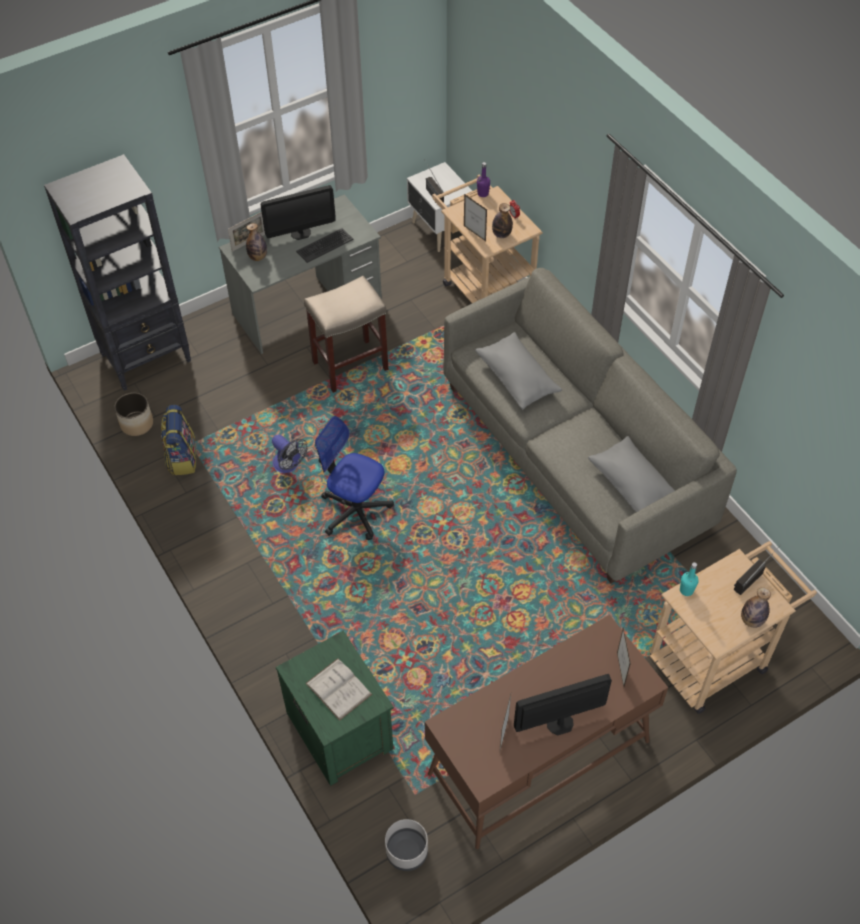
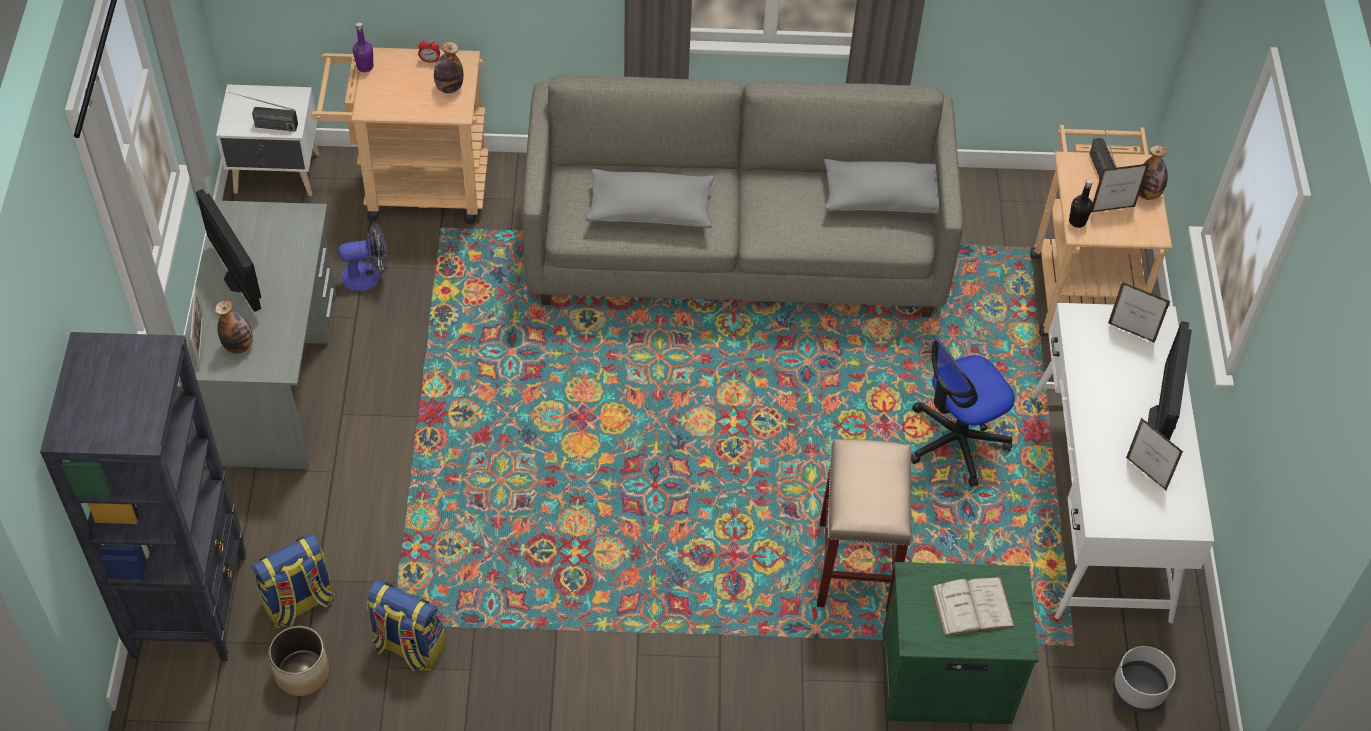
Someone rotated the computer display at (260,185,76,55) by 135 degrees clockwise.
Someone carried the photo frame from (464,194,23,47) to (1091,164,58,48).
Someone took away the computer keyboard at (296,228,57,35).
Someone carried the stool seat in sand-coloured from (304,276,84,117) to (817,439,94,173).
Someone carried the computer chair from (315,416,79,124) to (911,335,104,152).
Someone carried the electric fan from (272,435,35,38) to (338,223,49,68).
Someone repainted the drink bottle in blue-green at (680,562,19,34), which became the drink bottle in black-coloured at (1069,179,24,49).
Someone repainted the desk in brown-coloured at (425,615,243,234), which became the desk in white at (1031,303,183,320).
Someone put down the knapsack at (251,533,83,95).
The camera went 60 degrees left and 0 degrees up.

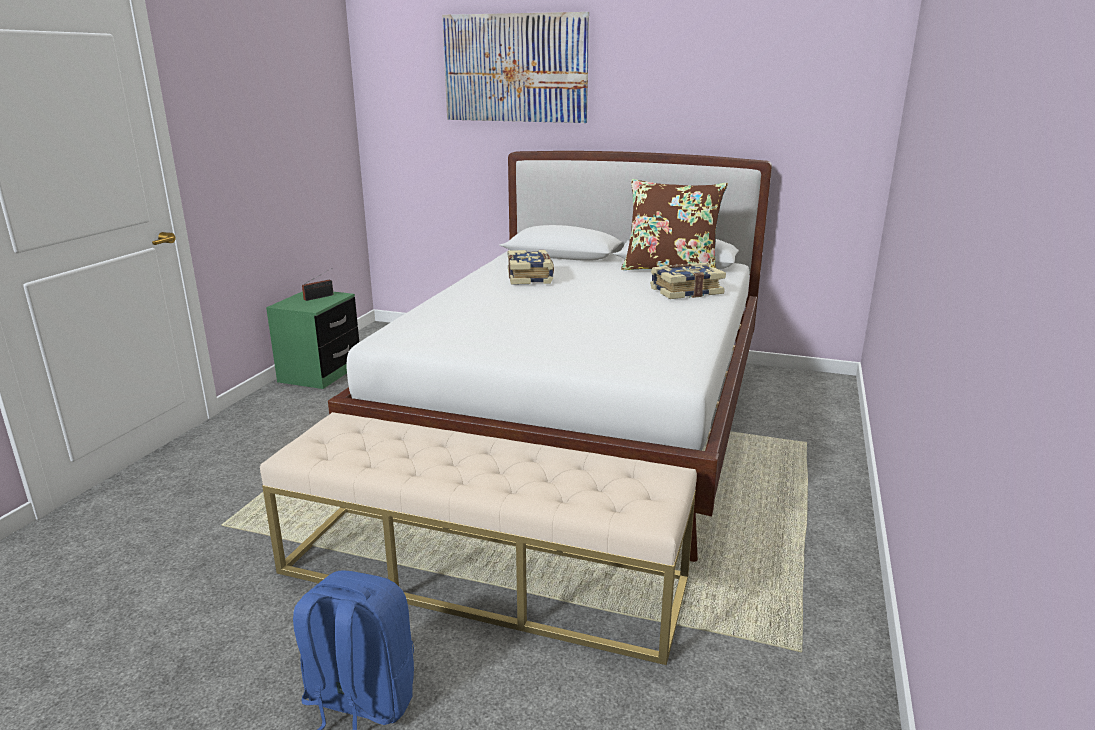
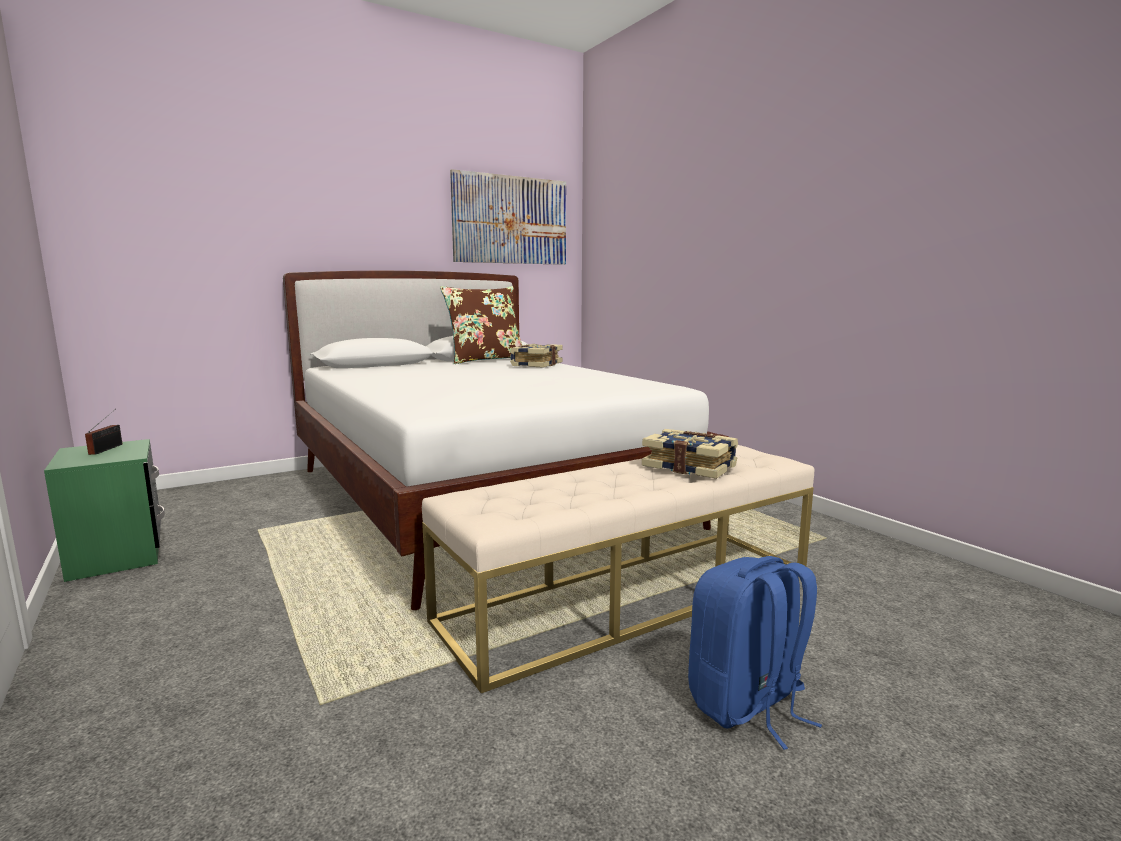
Someone carried the wall art from (442,12,147,111) to (450,169,116,96).
Someone carried the book from (508,250,46,35) to (642,429,96,50).
The camera went 50 degrees left and 10 degrees down.

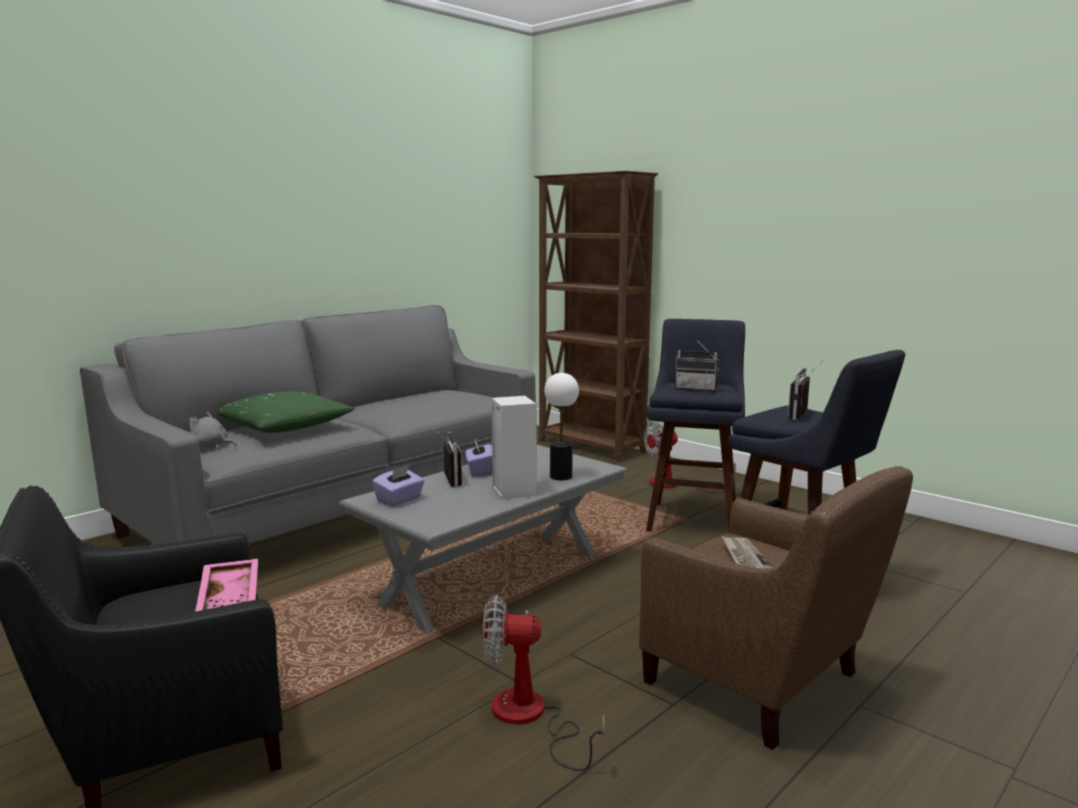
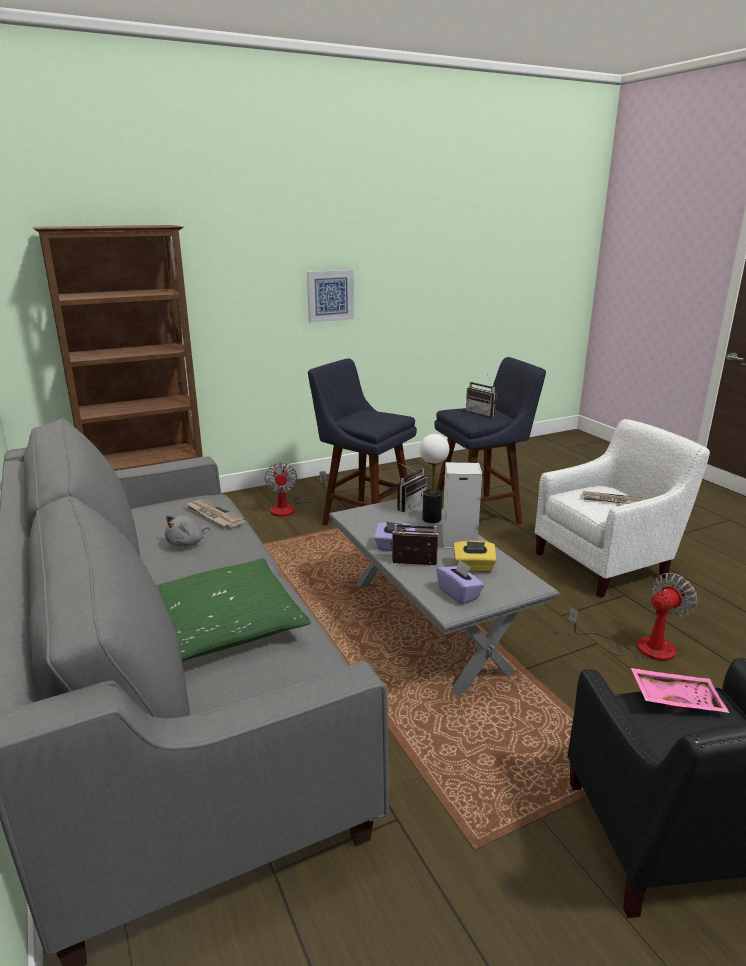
Someone carried the radio set from (675,339,44,52) to (397,462,30,50).
Someone carried the cuddly toy in grey from (190,412,46,36) to (165,514,45,33).
Someone repainted the armchair in brown-coloured at (639,466,274,284), which became the armchair in white at (535,419,175,179).
Someone rotated the electric fan at (483,595,121,176) by 150 degrees counterclockwise.
Someone put up the wall art at (307,270,47,53).
Someone put down the printed paper at (186,499,60,28).
Someone put down the box of tissues in yellow at (453,540,44,33).
The camera went 70 degrees left and 10 degrees up.

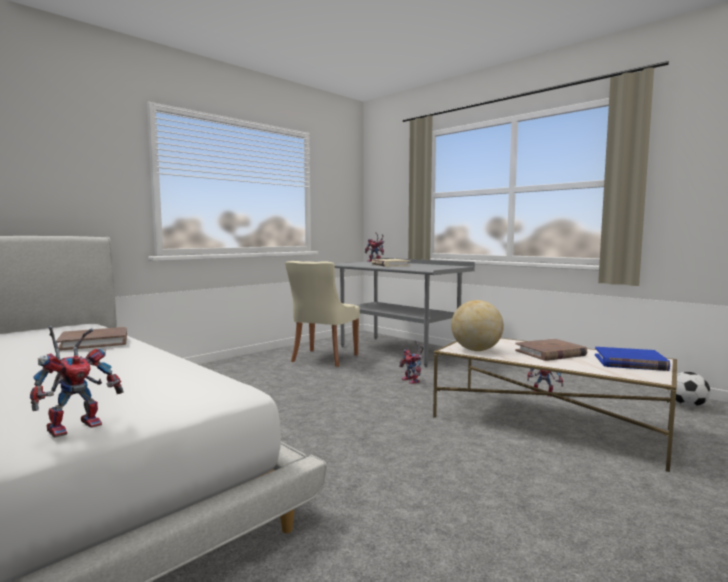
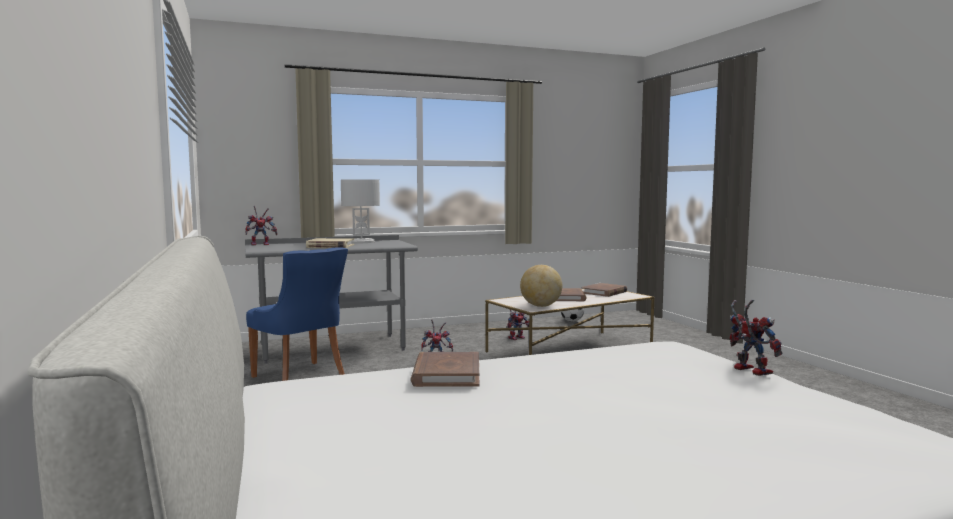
Someone repainted the chair in sand-coloured at (285,261,75,106), which became the chair in bluish at (246,247,102,134).
Someone repainted the book in bluish at (595,347,75,24), which became the book in brown-coloured at (581,283,46,14).
Someone put down the tabletop lamp in white at (341,179,39,65).
The camera went 65 degrees left and 0 degrees up.

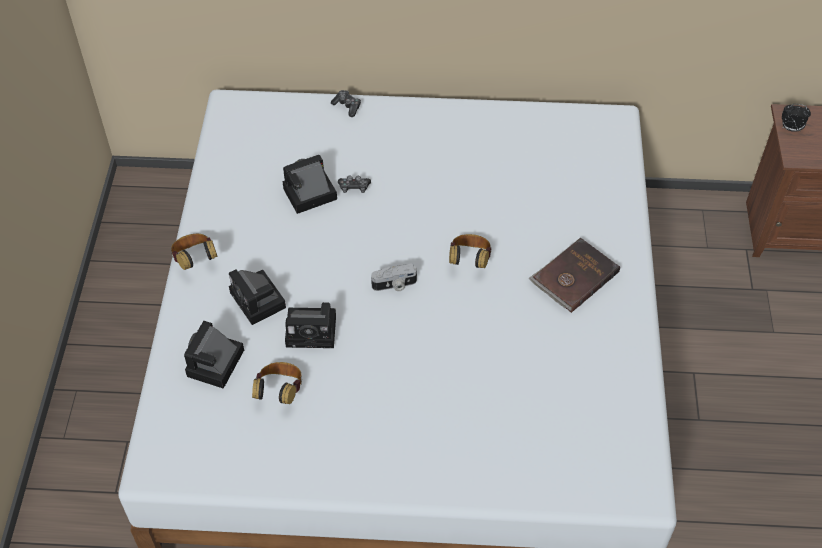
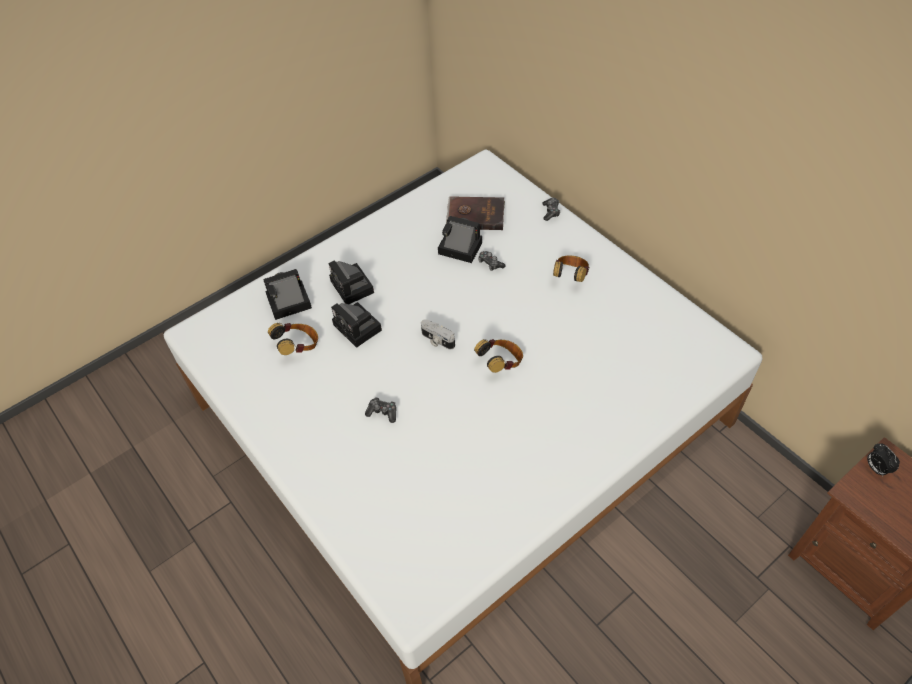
Someone carried the headset from (171,234,47,36) to (553,256,36,26).
Someone carried the book in brown-coloured from (528,238,92,75) to (446,196,59,34).
Someone rotated the photo camera at (229,269,57,56) by 45 degrees counterclockwise.
Someone put down the gamepad at (365,397,31,26).
The camera went 50 degrees right and 0 degrees up.

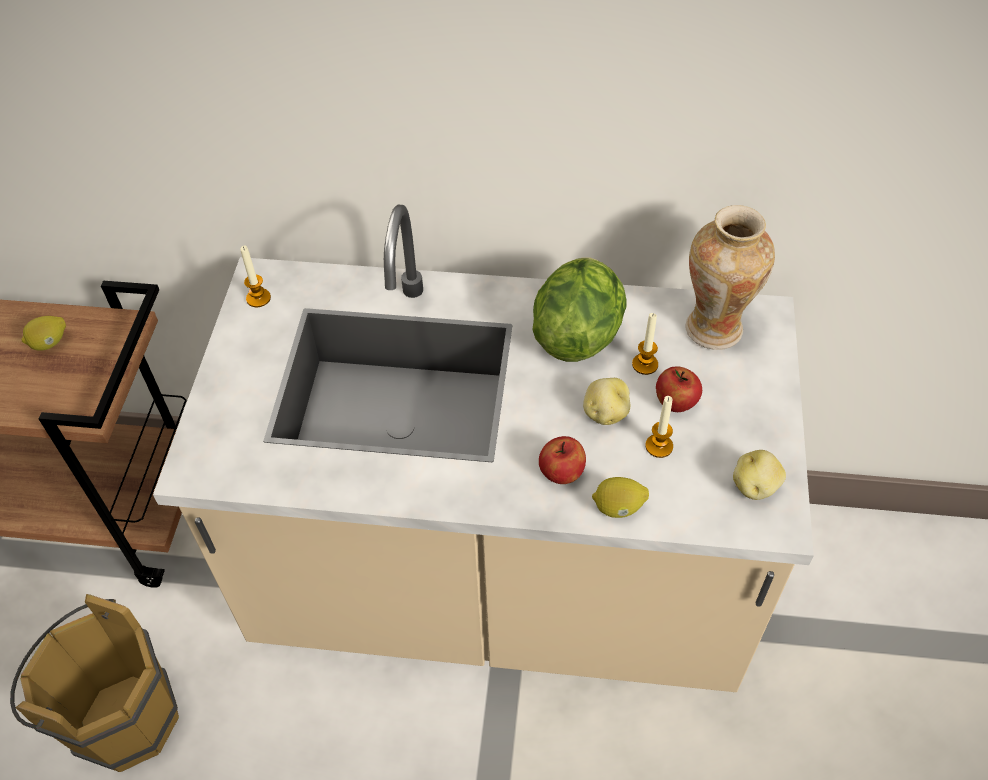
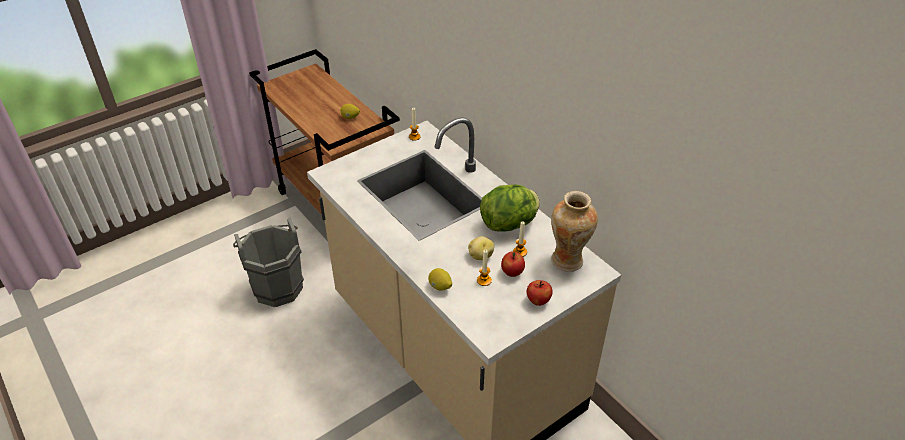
Someone carried the apple from (539,436,47,48) to (527,280,26,26).
Someone took away the potato at (733,450,53,50).
Someone repainted the water bucket in brown-coloured at (10,594,169,178), which became the water bucket in grey at (233,218,71,89).
The camera went 45 degrees right and 10 degrees down.

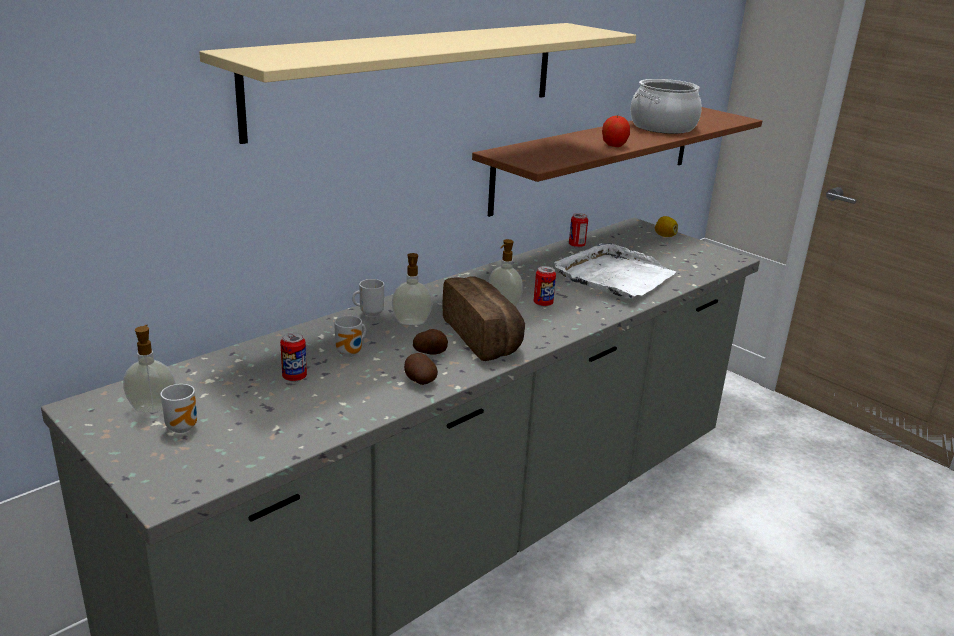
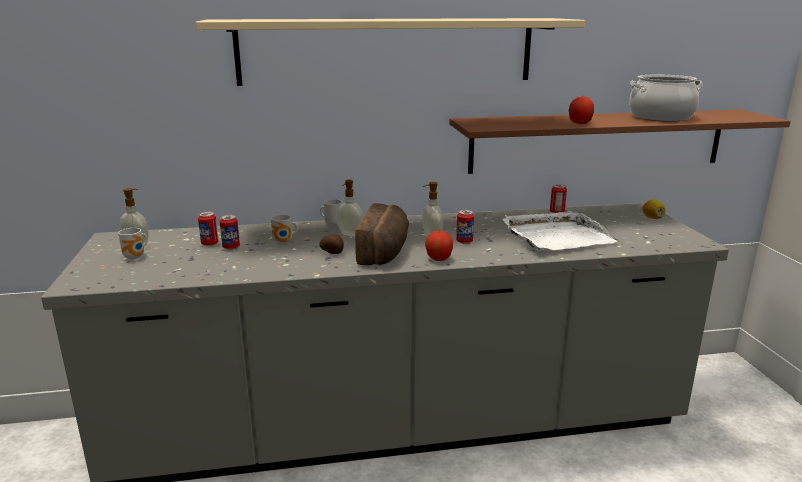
Someone took away the potato at (404,353,34,32).
Someone put down the can at (198,212,20,34).
Someone put down the apple at (425,231,28,30).
The camera went 35 degrees right and 5 degrees down.

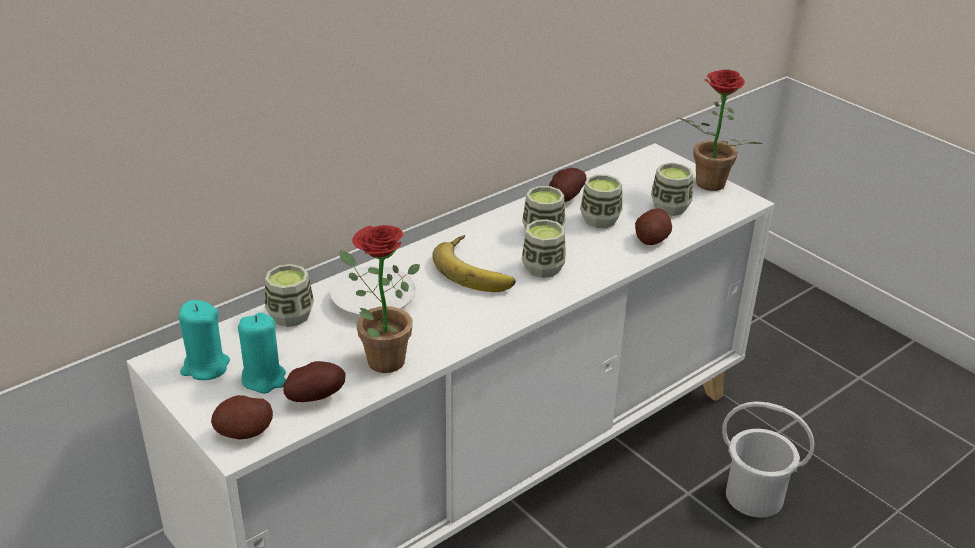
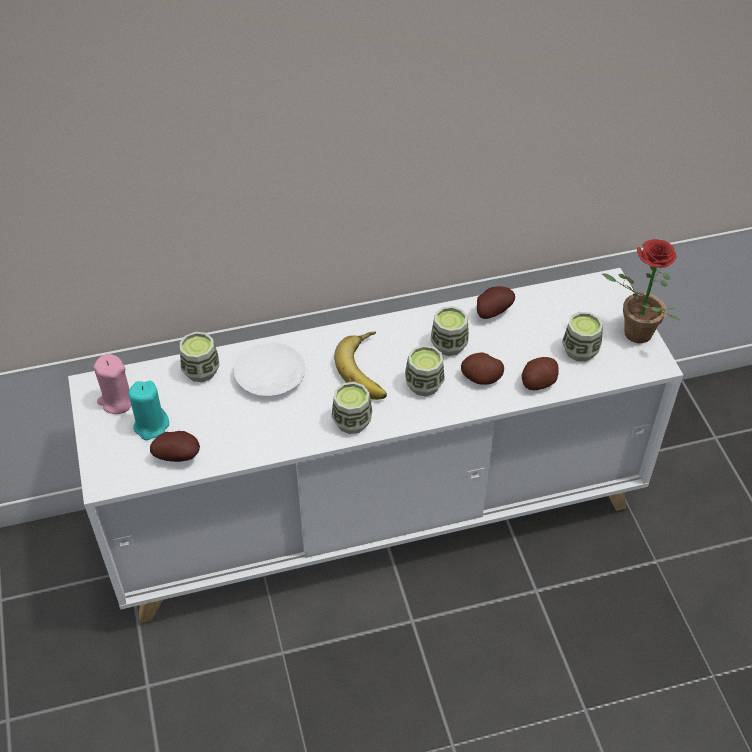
Someone carried the cup from (580,174,42,54) to (331,382,41,52).
Someone took away the potted plant at (340,225,80,148).
Someone repainted the wax candle in blue-green at (178,300,52,80), which became the wax candle in pink-coloured at (94,354,37,60).
Someone carried the potato from (211,395,62,45) to (461,353,43,32).
Someone took away the water bucket in white at (722,401,92,117).
The camera went 25 degrees right and 15 degrees up.

